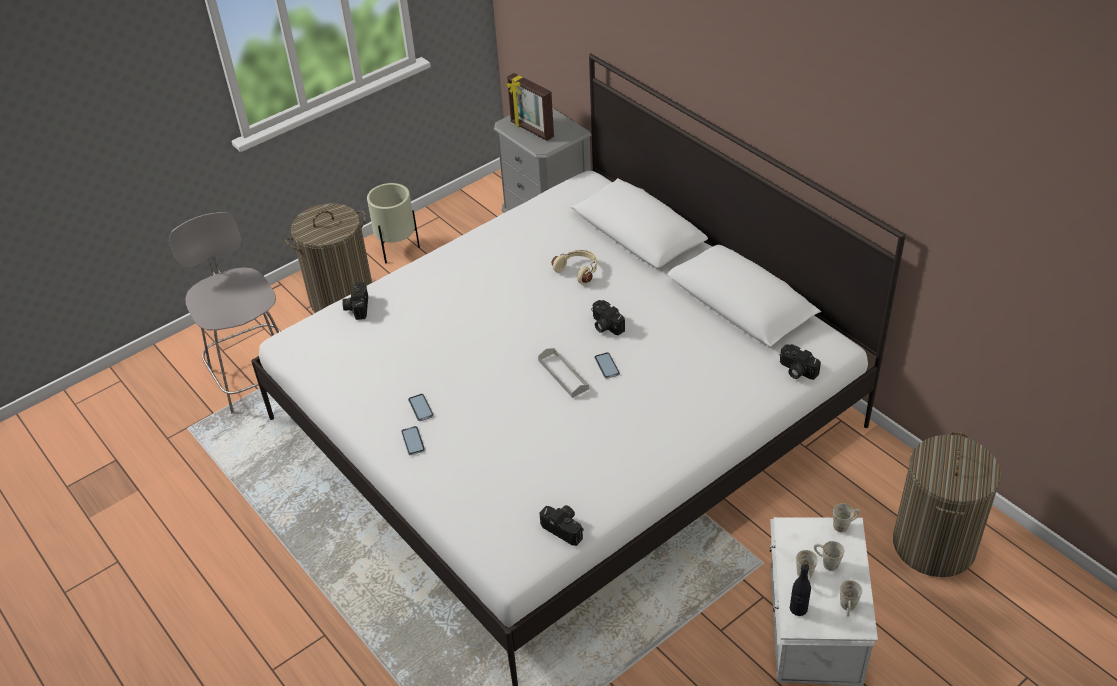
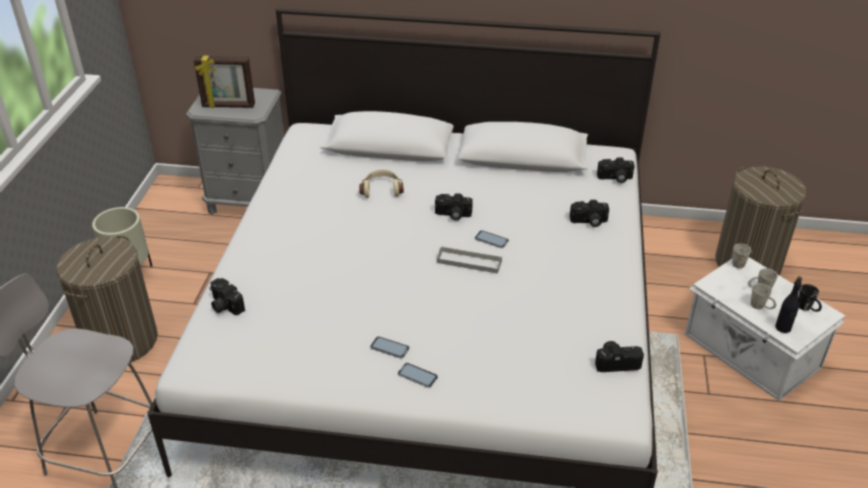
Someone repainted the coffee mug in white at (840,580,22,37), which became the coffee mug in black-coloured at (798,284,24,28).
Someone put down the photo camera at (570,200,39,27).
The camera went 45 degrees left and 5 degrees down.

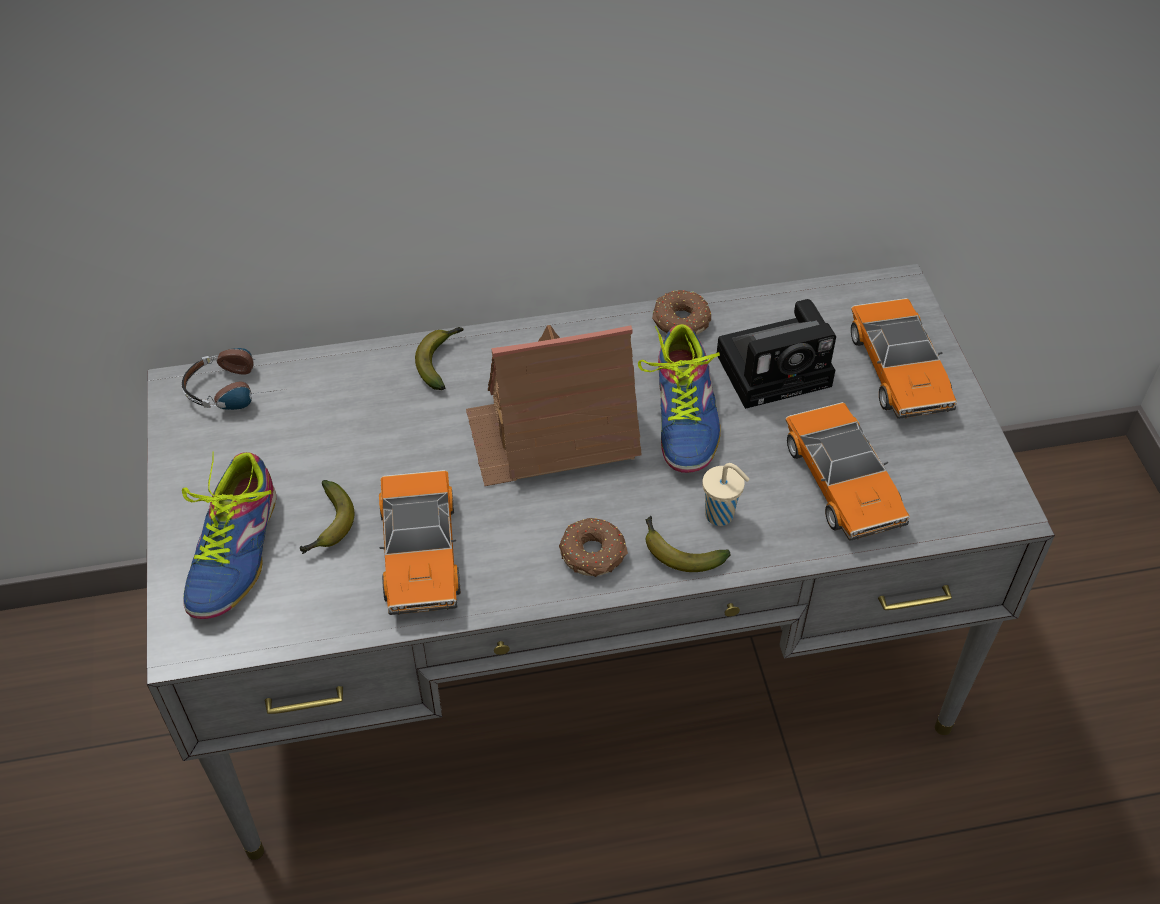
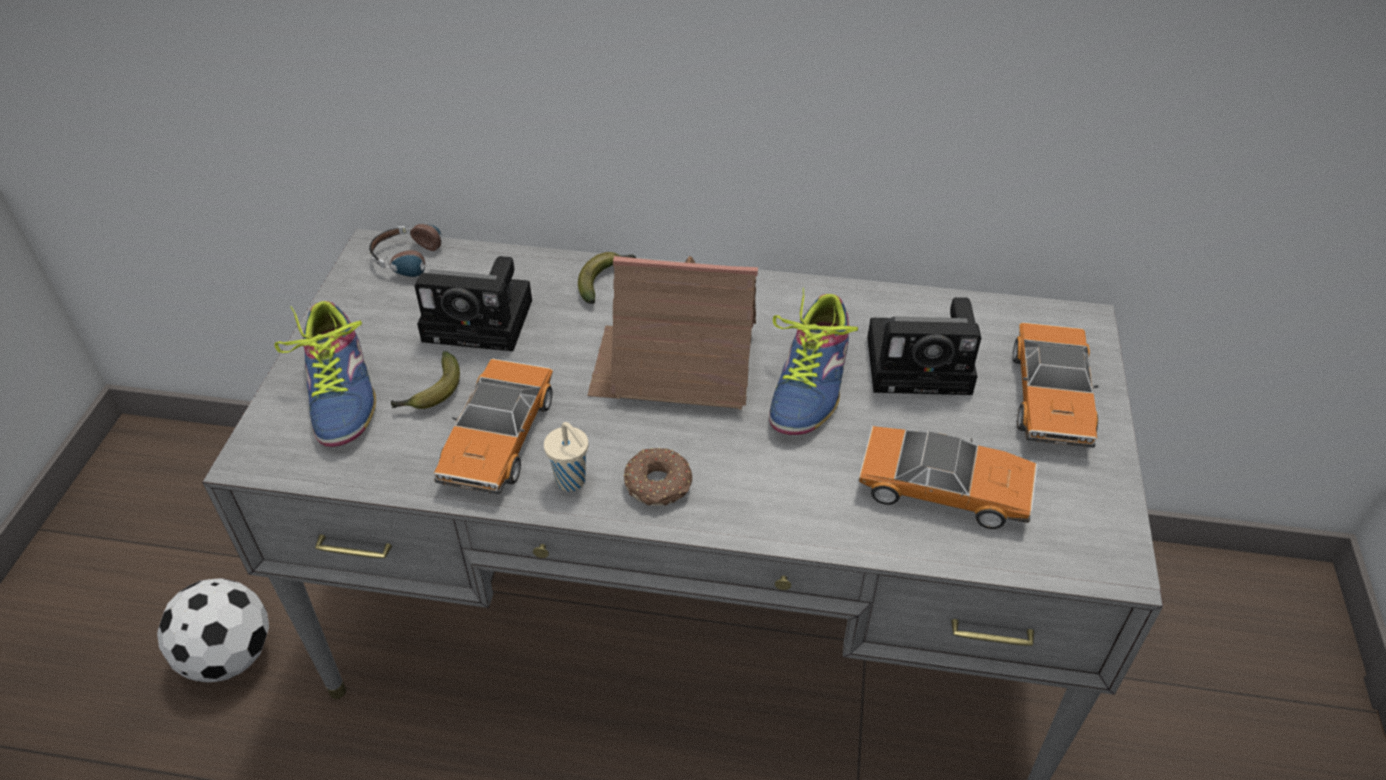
Someone took away the donut at (652,290,59,45).
Someone rotated the miniature car at (785,402,125,139) by 75 degrees counterclockwise.
Someone rotated the low shoe at (182,452,94,167) by 45 degrees counterclockwise.
Someone carried the cup in sand-coloured from (702,463,48,63) to (544,422,44,69).
Someone took away the banana fruit at (645,516,86,56).
Someone put down the photo camera at (414,256,118,95).
Someone put down the ball for football at (157,578,112,105).
The camera went 20 degrees right and 5 degrees down.

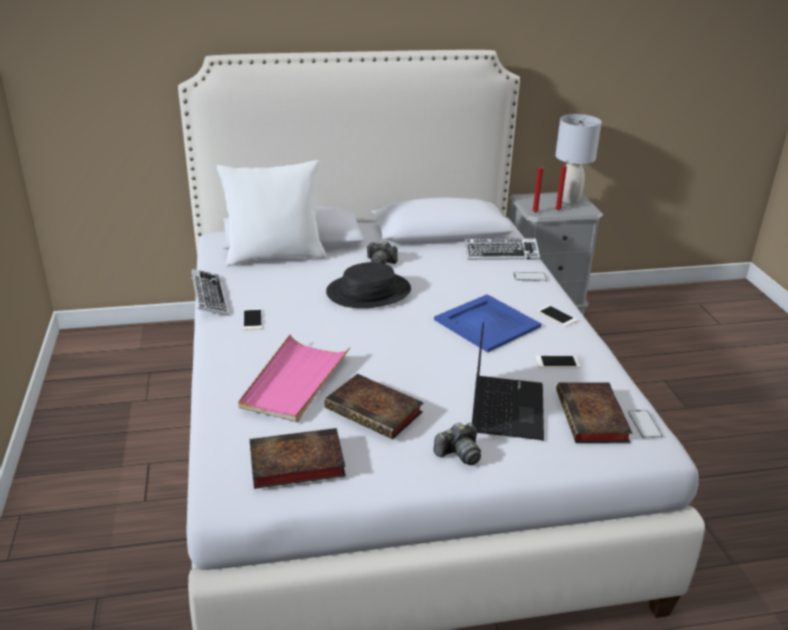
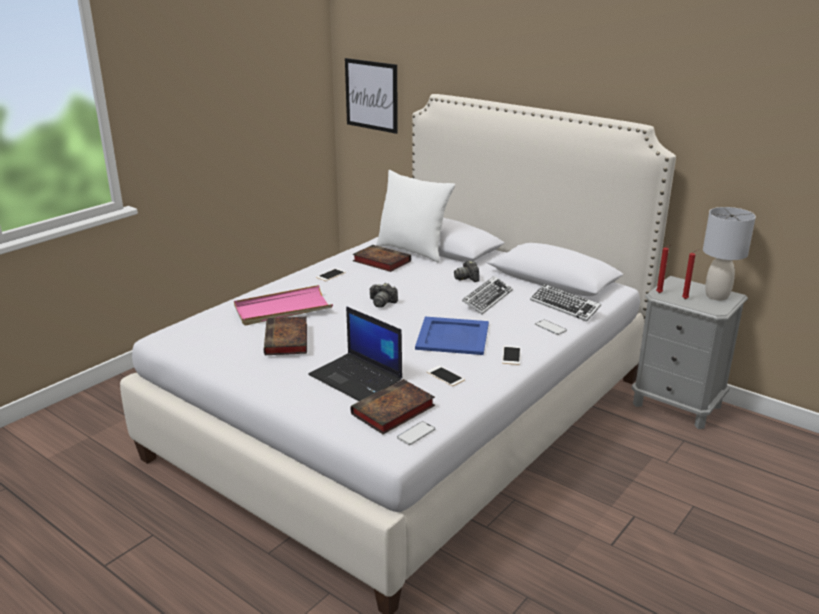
Someone took away the clothing hat in black-coloured at (326,262,85,46).
Someone carried the computer keyboard from (191,269,37,46) to (462,276,51,38).
Someone rotated the laptop at (472,322,72,118) by 75 degrees clockwise.
Someone carried the photo camera from (433,422,48,43) to (369,283,29,25).
Someone carried the book from (250,428,96,61) to (352,245,59,27).
Someone put up the wall art at (345,58,53,76).
The camera went 50 degrees right and 5 degrees down.

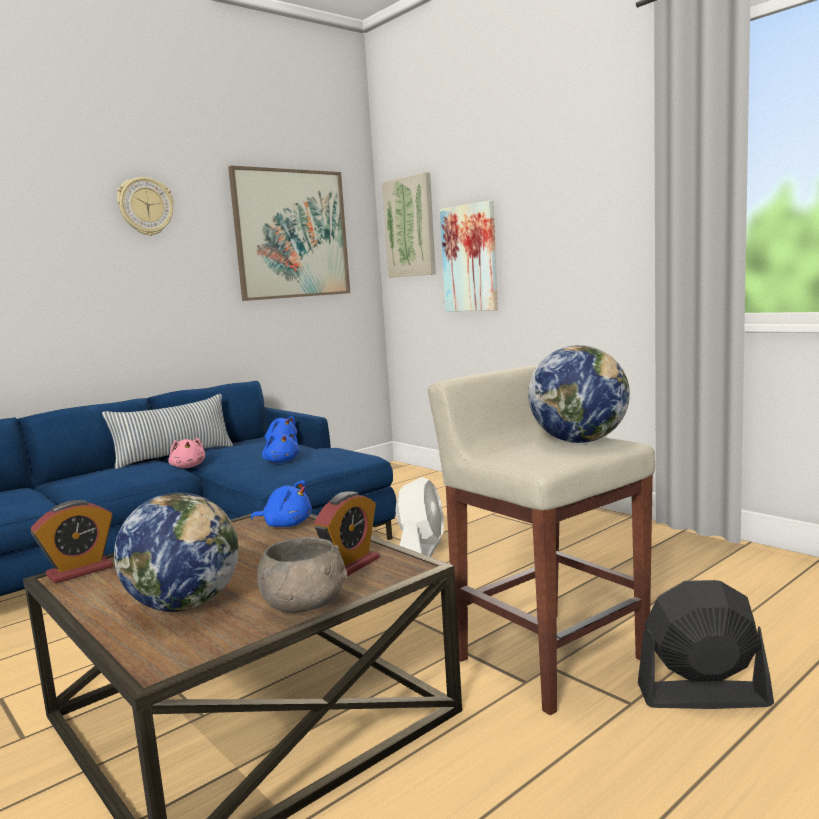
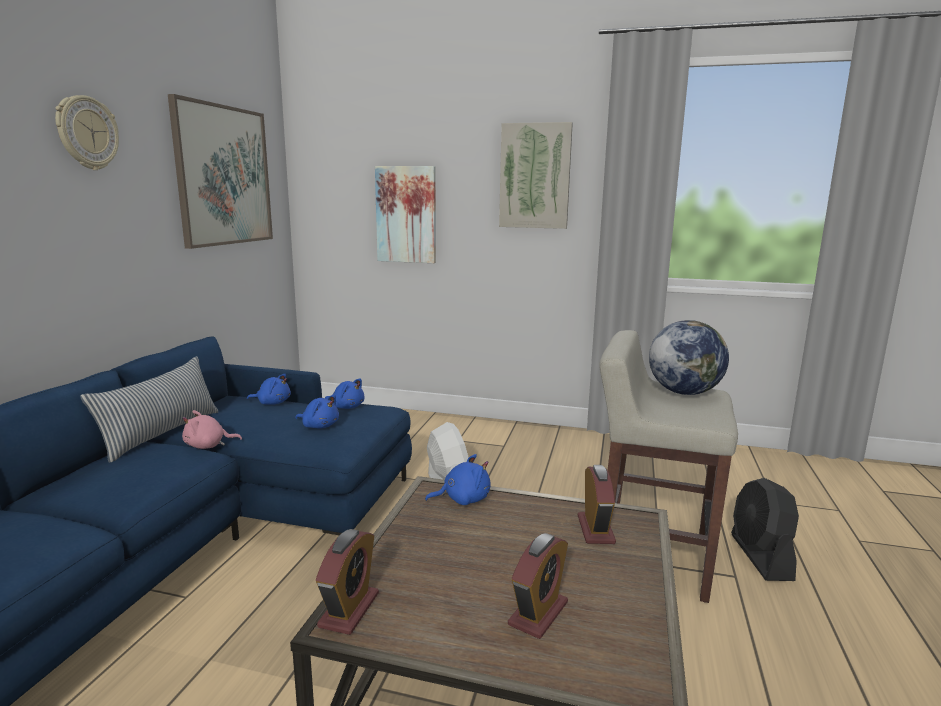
Someone carried the wall art from (382,172,54,106) to (499,122,74,107).
Someone rotated the cuddly toy in pink-coloured at (168,438,37,30) by 135 degrees clockwise.
Someone swapped the globe at (114,492,125,120) for the table clock at (508,533,60,106).
Someone took away the serving bowl in grey at (257,537,90,76).
Someone rotated the electric fan in black-coloured at (638,580,136,129) by 60 degrees counterclockwise.
Someone put down the cuddly toy in bluish at (325,378,40,31).
The camera went 35 degrees left and 5 degrees up.

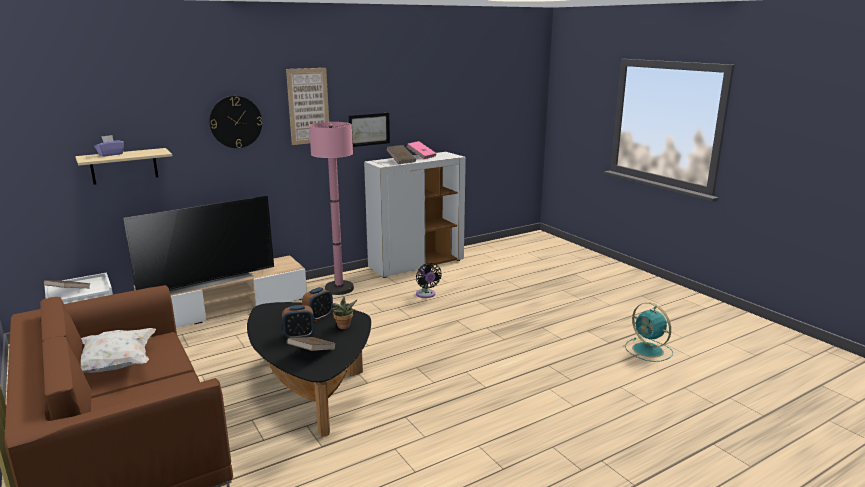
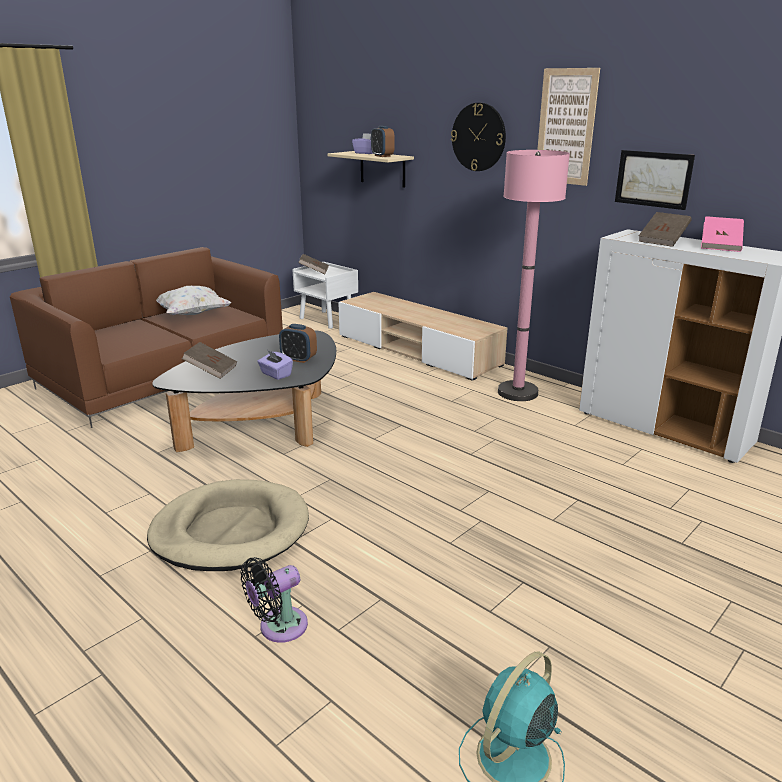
Someone took away the TV set at (123,196,151,99).
Someone carried the electric fan in black-coloured from (416,263,26,35) to (241,557,67,86).
Someone swapped the potted plant at (331,297,27,32) for the box of tissues in purplish at (257,349,36,31).
Someone carried the table clock from (282,305,33,33) to (371,126,23,31).
Someone put down the dog bed in sand-coloured at (147,479,162,92).
The camera went 75 degrees right and 5 degrees up.

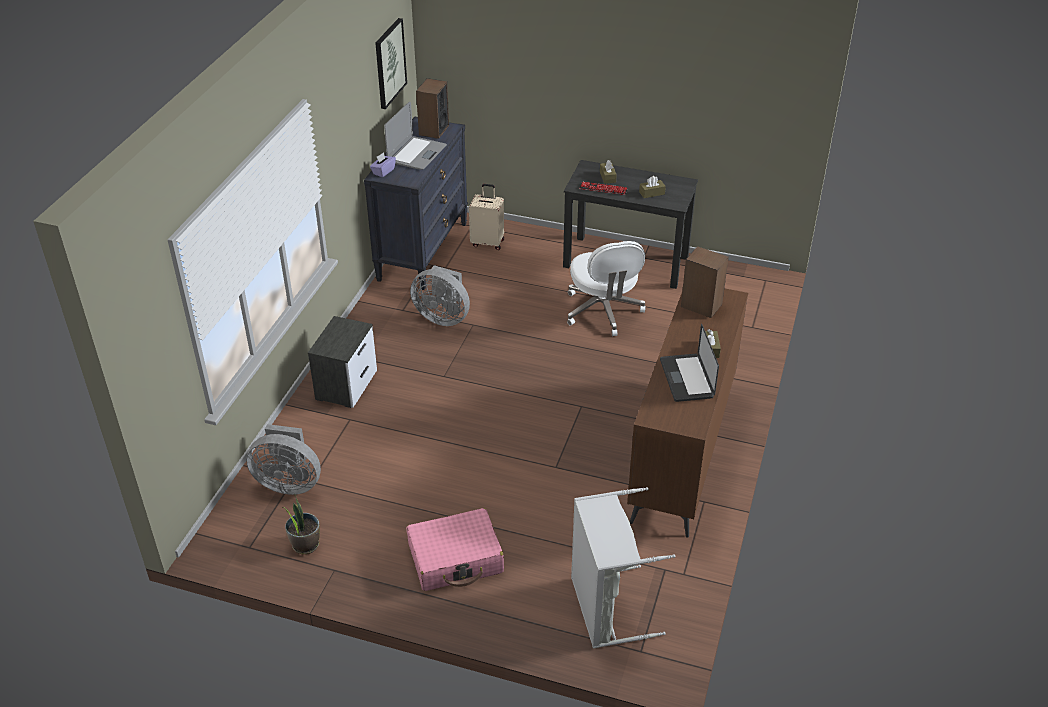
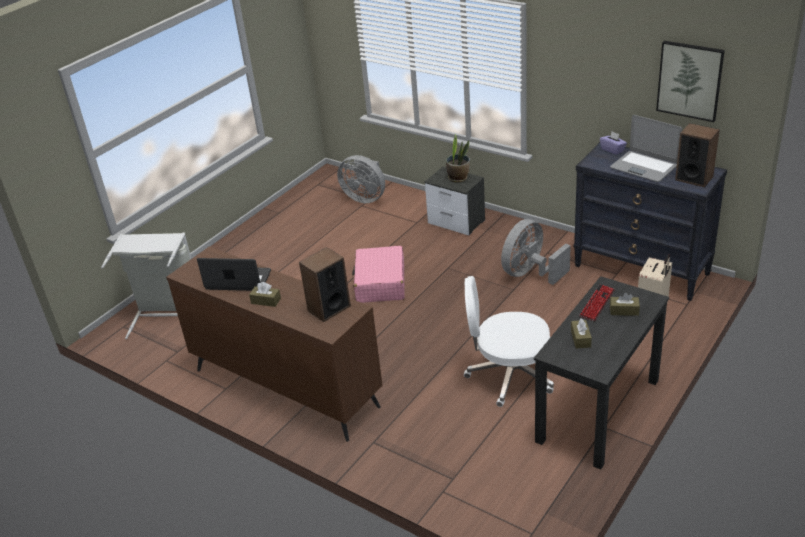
Someone rotated the electric fan in grey at (246,424,75,71) by 90 degrees counterclockwise.
Someone carried the potted plant from (283,494,37,60) to (446,134,24,49).
Someone carried the suitcase in pink-coloured from (406,508,98,83) to (352,246,53,57).
The camera went 110 degrees right and 5 degrees down.

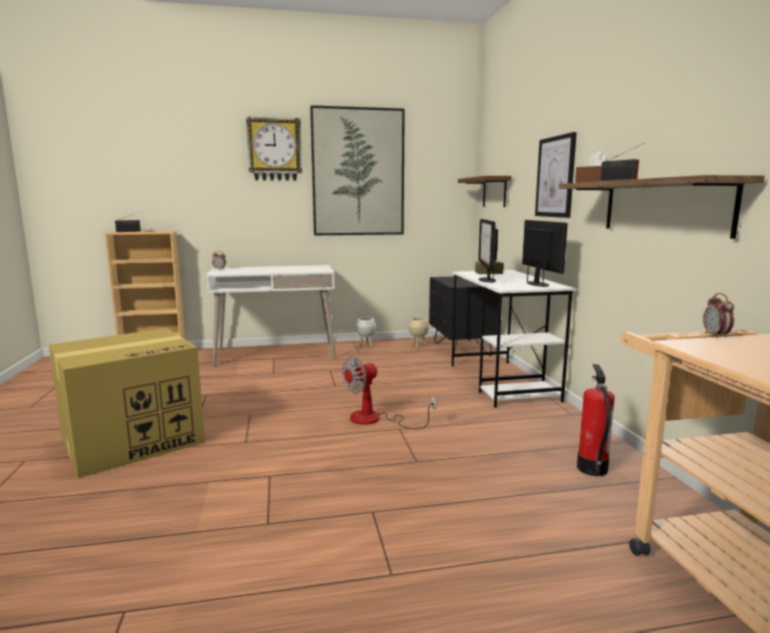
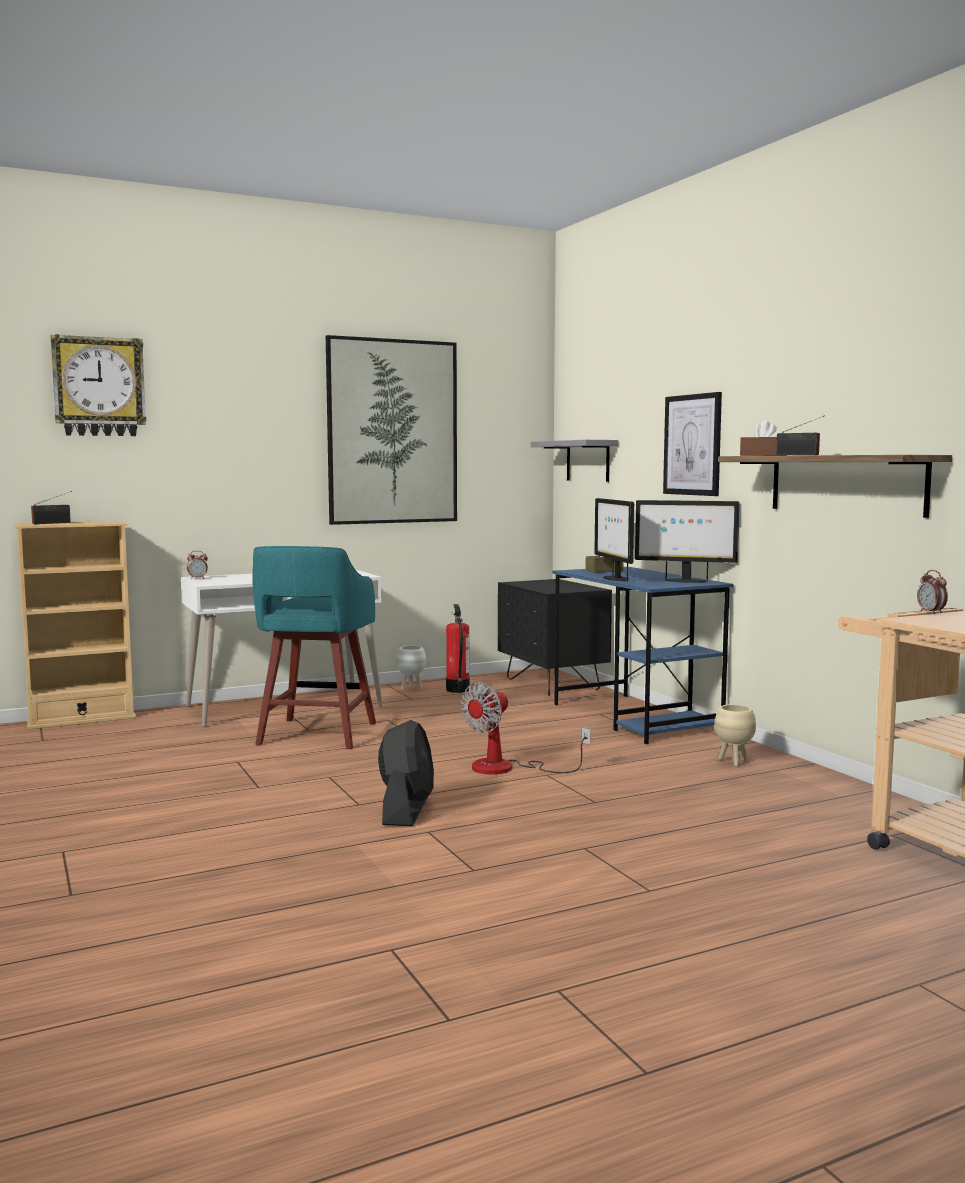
Someone carried the clock on the wall from (246,117,56,64) to (51,334,95,102).
Someone repainted the shelf in brown-coloured at (458,176,54,31), which became the shelf in grey at (531,440,87,42).
Someone rotated the computer display at (522,220,46,67) by 135 degrees clockwise.
Someone repainted the desk in white at (452,270,124,138), which became the desk in bluish at (553,567,180,177).
Someone carried the plant pot in sand-coloured from (409,317,20,31) to (715,704,41,63).
Someone took away the cardboard box at (49,328,156,150).
Someone carried the extinguisher from (577,364,38,112) to (446,604,24,89).
Someone put down the stool seat in blue-green at (252,546,124,203).
Someone put down the electric fan in black-coloured at (378,720,56,106).
The camera went 15 degrees left and 5 degrees down.

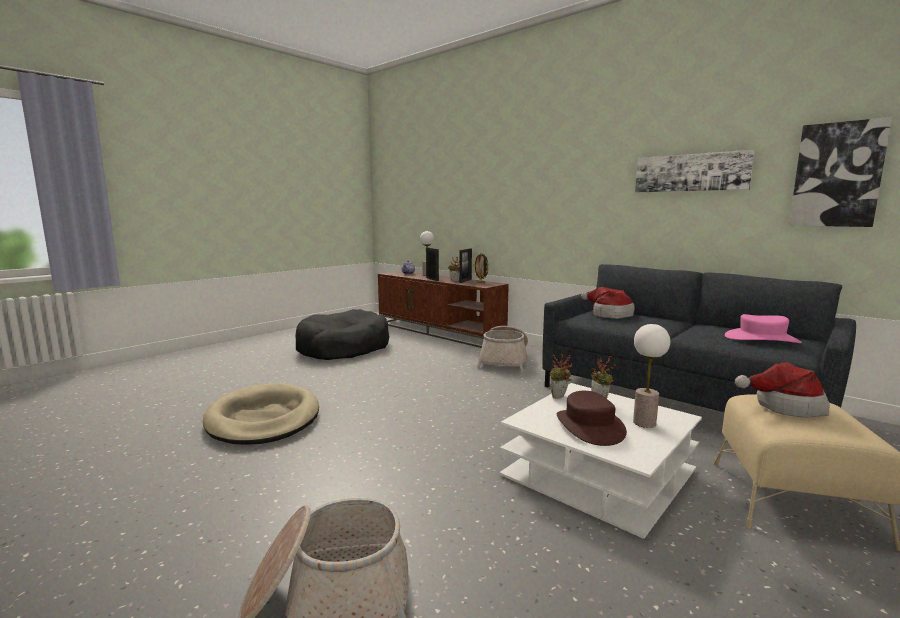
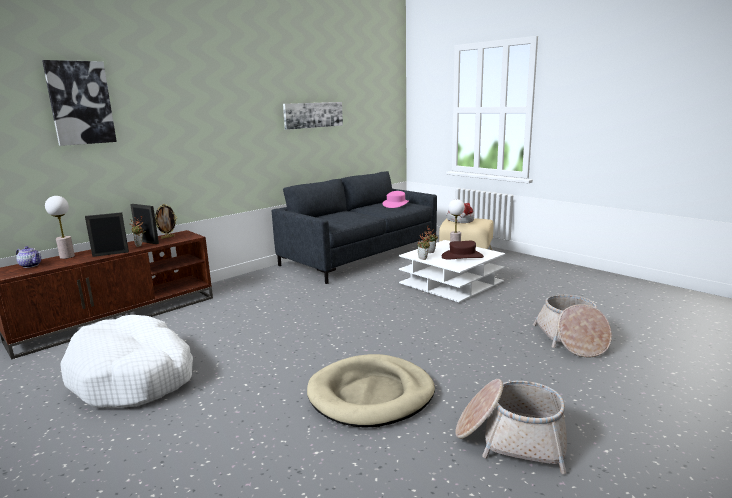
Someone carried the wall art from (789,117,103,110) to (42,60,75,86).
Someone took away the clothing hat at (581,287,54,32).
Someone repainted the dog bed in black-coloured at (295,309,94,51), which became the dog bed in white at (60,315,133,93).
Someone carried the basket from (477,326,51,46) to (455,379,112,95).
The camera went 85 degrees left and 5 degrees up.

